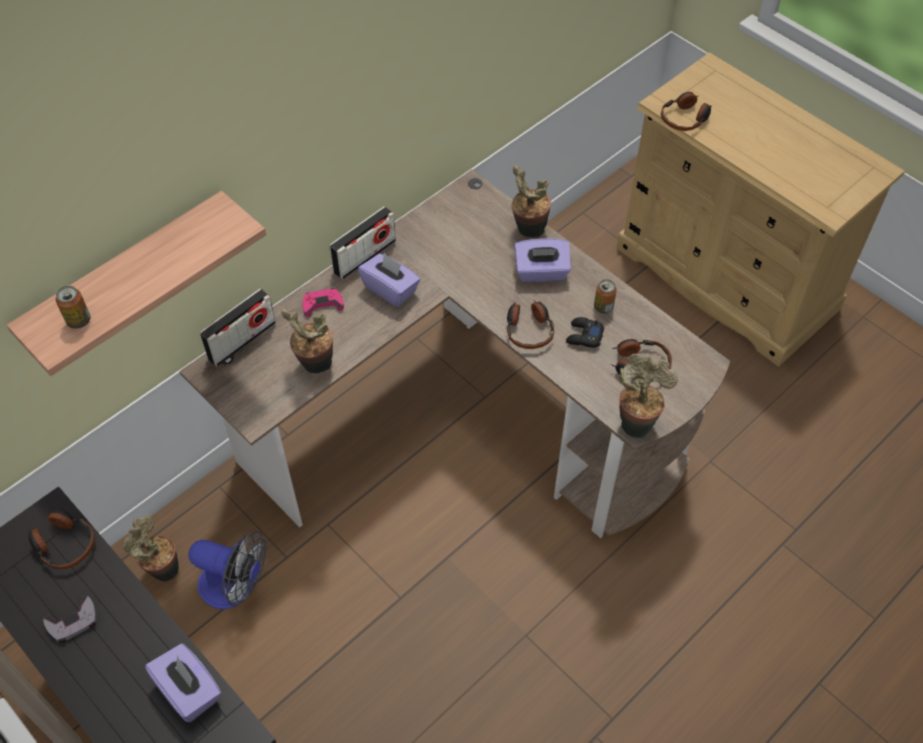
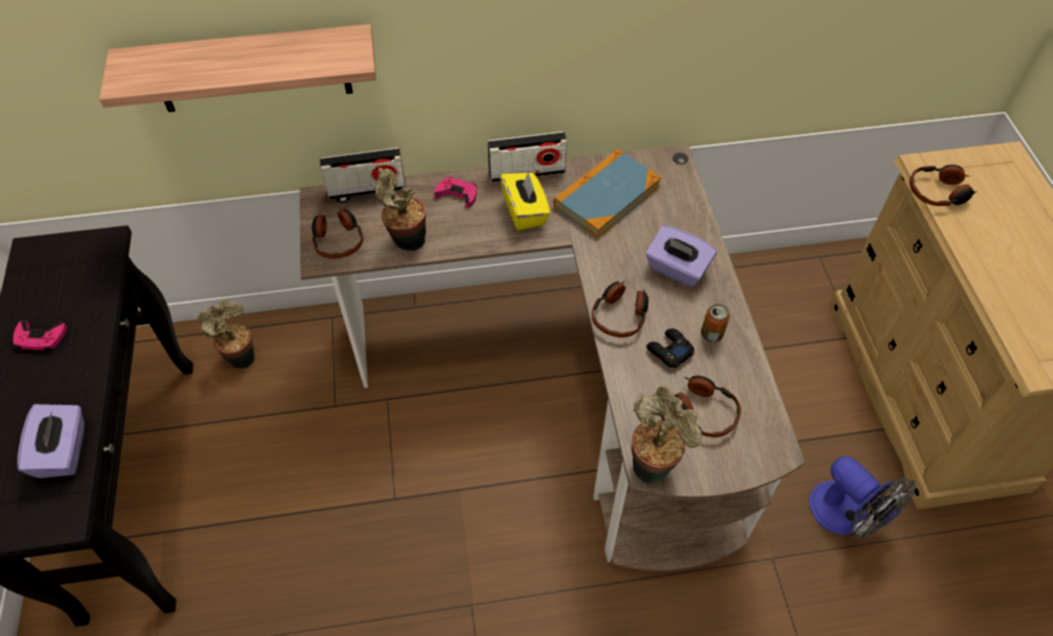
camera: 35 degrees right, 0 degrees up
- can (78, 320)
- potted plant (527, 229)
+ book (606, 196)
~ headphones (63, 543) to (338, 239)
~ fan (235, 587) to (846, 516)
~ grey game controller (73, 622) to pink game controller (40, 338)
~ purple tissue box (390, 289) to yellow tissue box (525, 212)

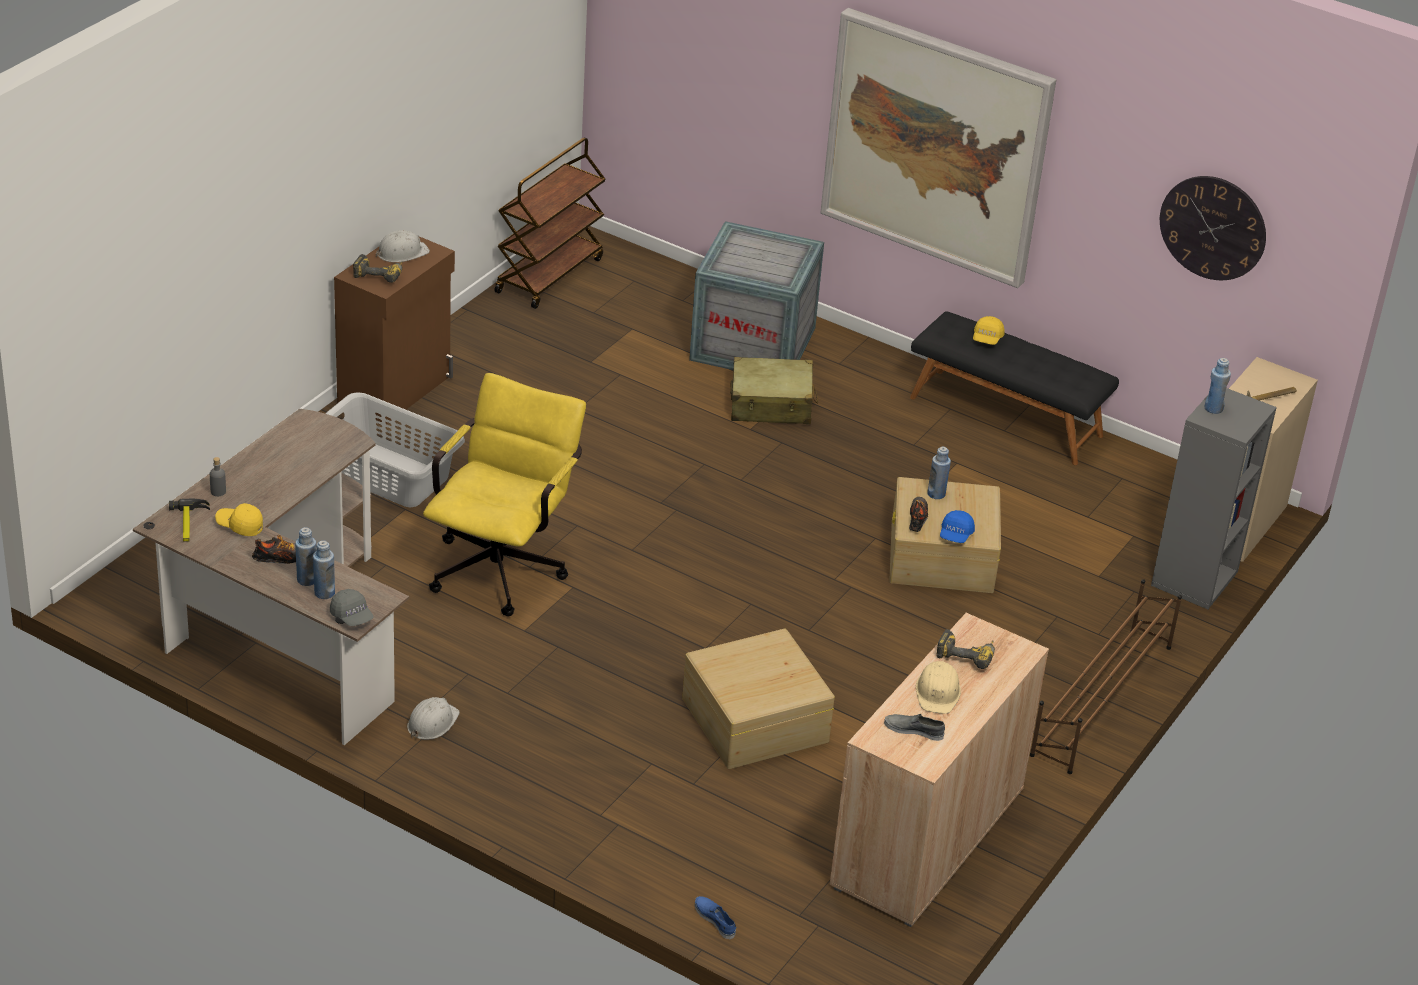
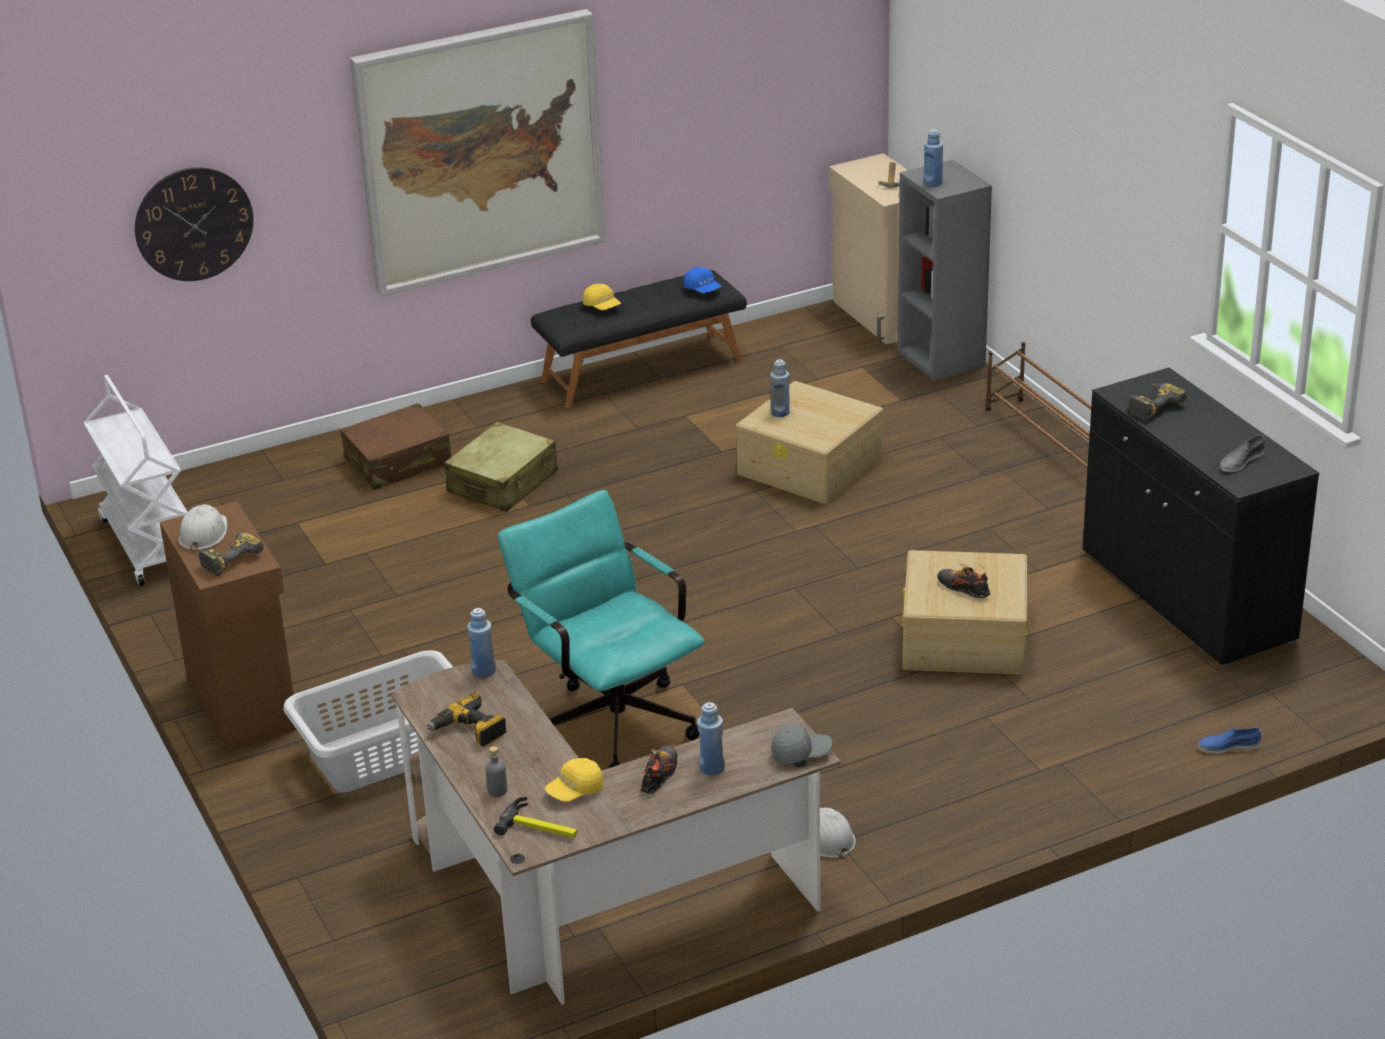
camera: 55 degrees left, 5 degrees down
- beige hard hat (938, 692)
+ power drill (469, 731)
~ blue bottle (324, 593) to (484, 671)
~ shoe (917, 519) to (963, 588)
~ blue cap (955, 535) to (702, 289)
~ wall clock (1213, 227) to (194, 224)
~ crate (754, 344) to brown suitcase (398, 462)
~ yellow office chair (502, 565) to turquoise office chair (609, 718)
~ brown cart (549, 275) to white cart (147, 544)
~ beige cabinet (927, 838) to black cabinet (1186, 596)

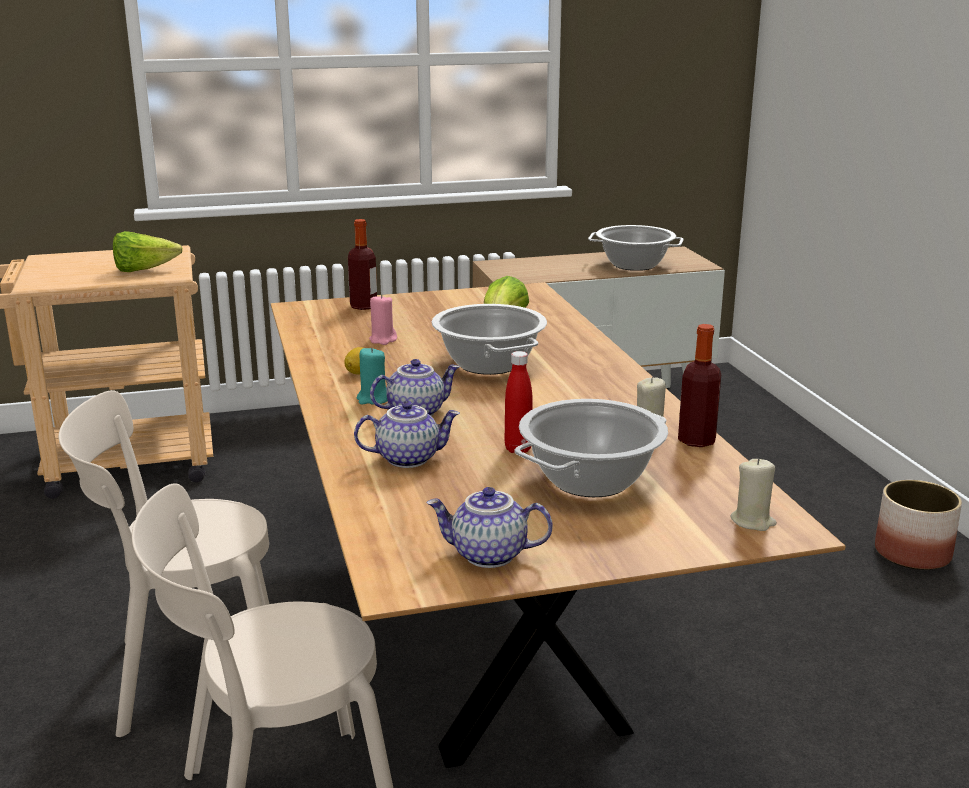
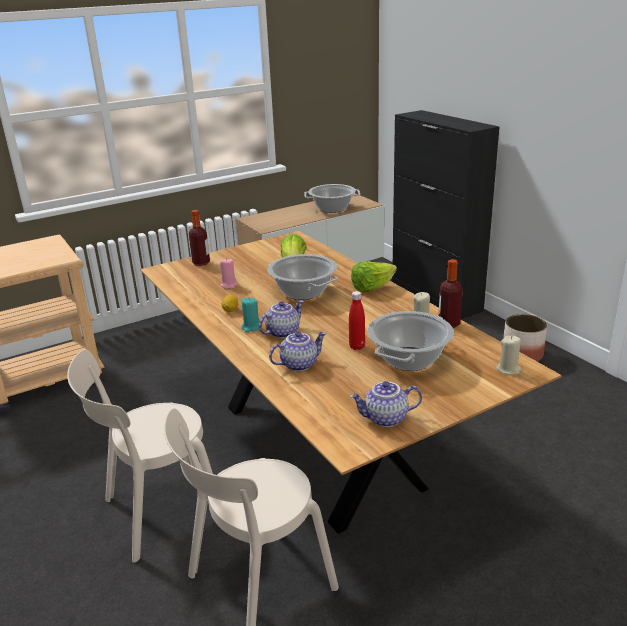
camera: 15 degrees left, 5 degrees up
+ black cabinet (436, 297)
~ lettuce (144, 270) to (372, 288)

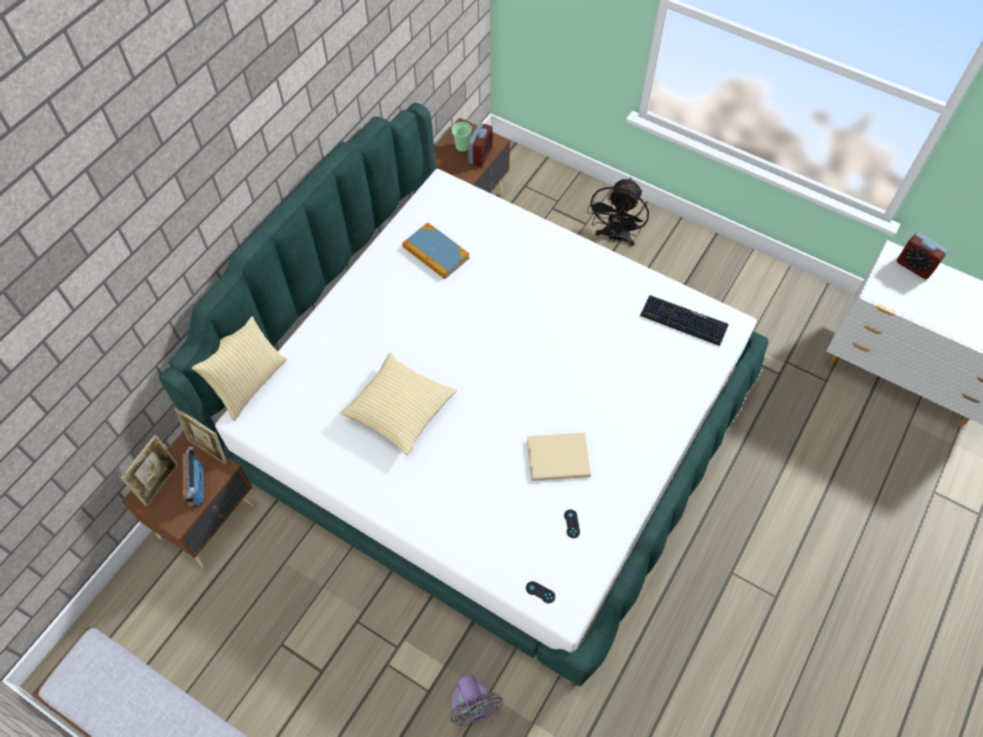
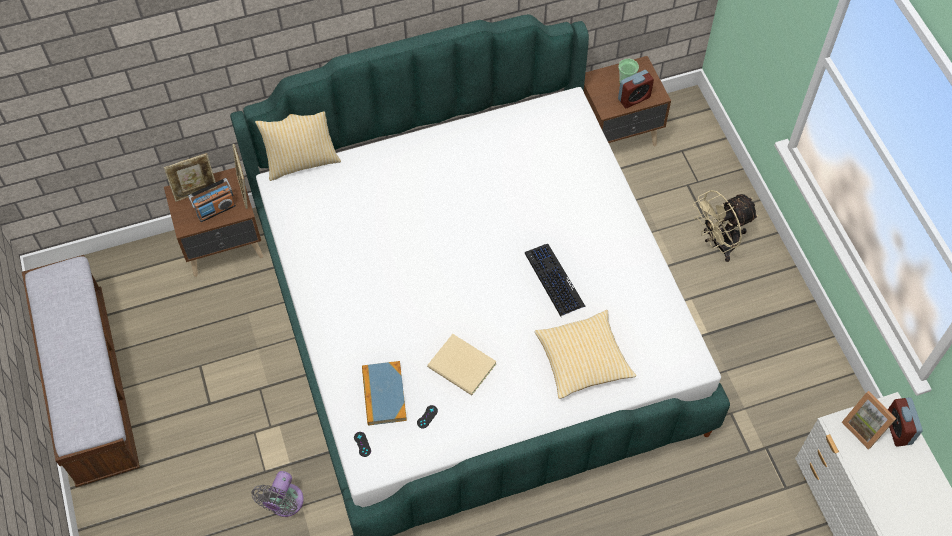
camera: 40 degrees right, 0 degrees up
+ picture frame (865, 427)
~ pillow (400, 410) to (582, 361)
~ book (436, 253) to (384, 394)
~ keyboard (683, 321) to (554, 280)
~ black fan (615, 237) to beige fan (718, 244)
~ radio (196, 486) = (216, 210) 150 degrees counterclockwise

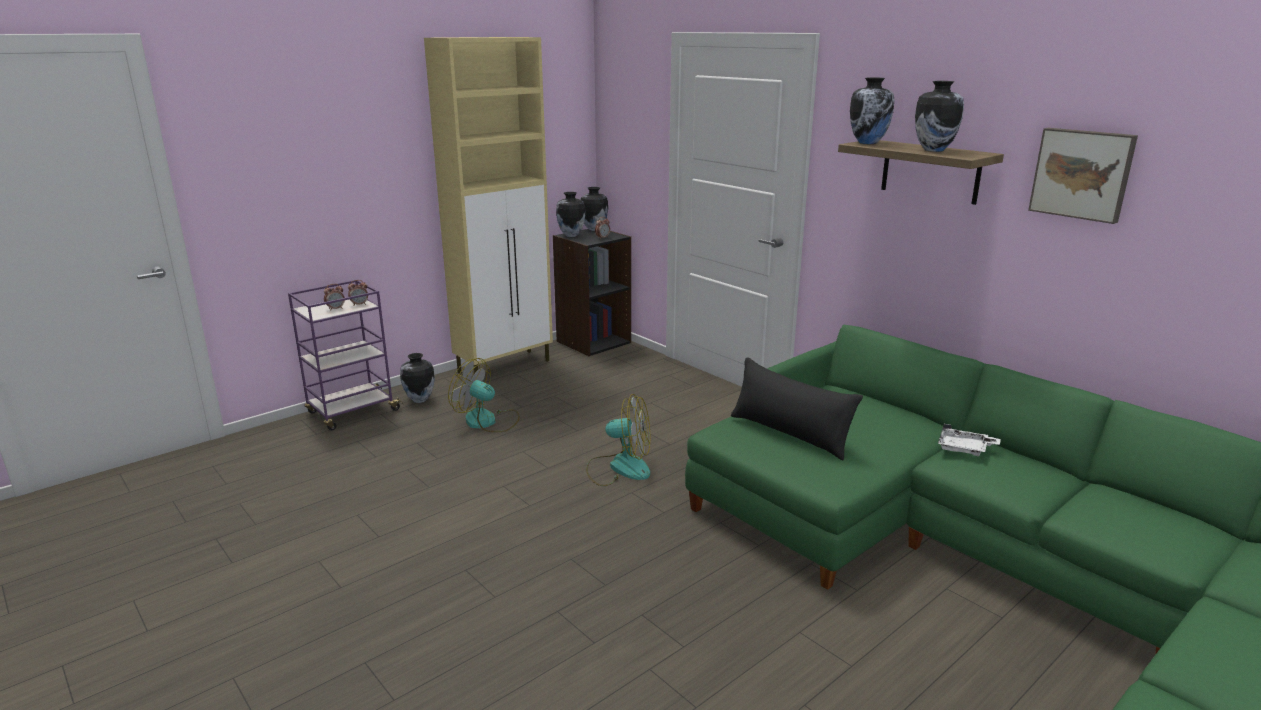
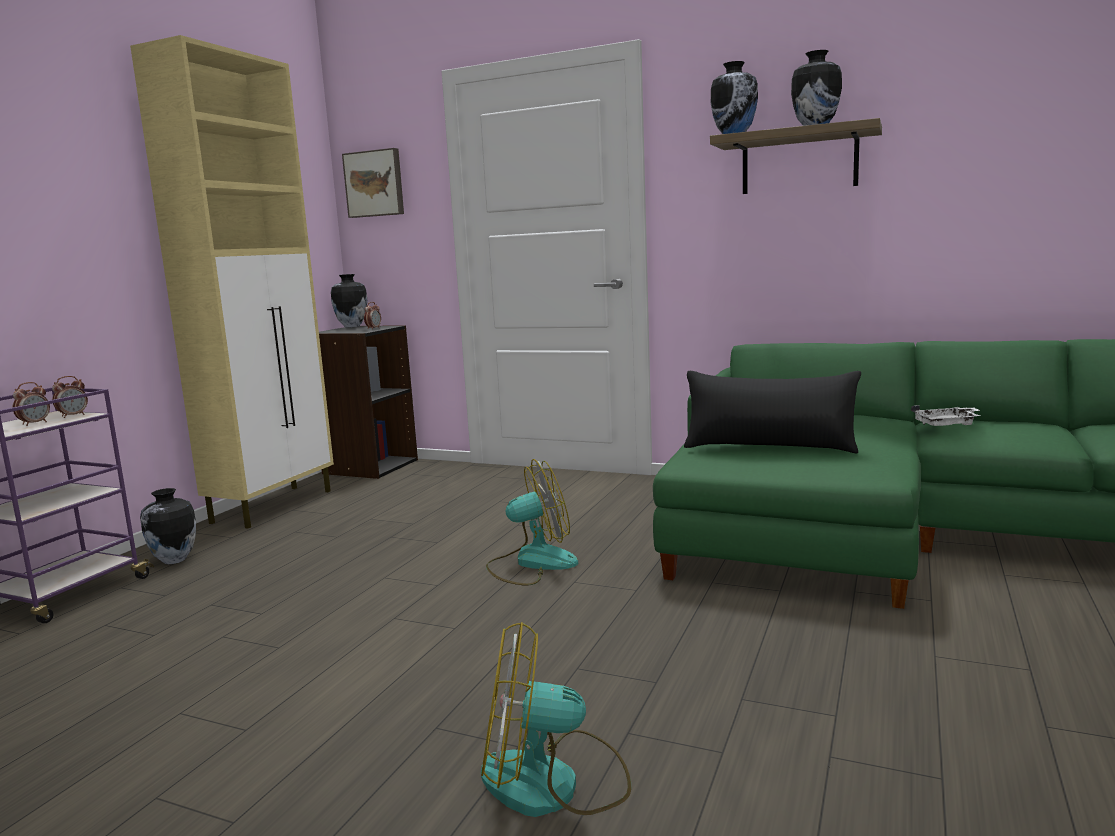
camera: 25 degrees left, 10 degrees down
- vase (571, 235)
~ fan (487, 421) to (553, 783)
~ picture (1082, 174) to (375, 184)

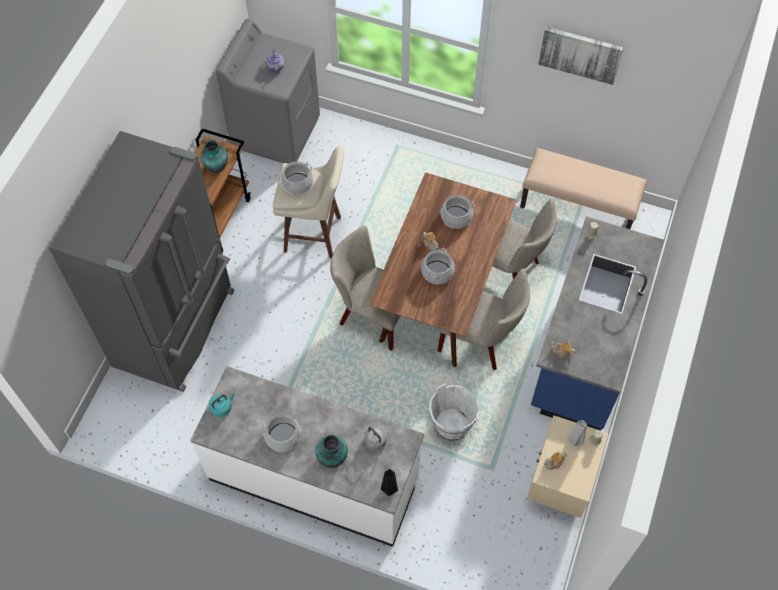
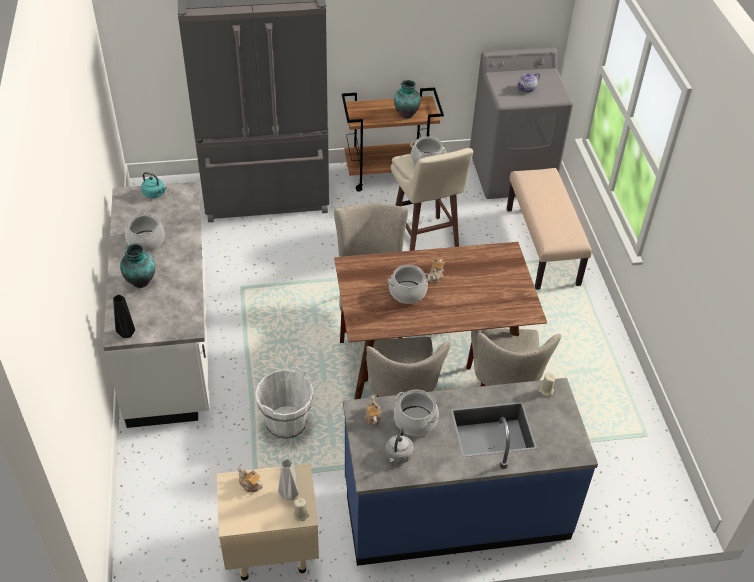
camera: 60 degrees right, 15 degrees down
- picture (580, 54)
~ grey kettle (376, 442) to (398, 456)
~ cooking pot (456, 217) to (415, 421)
~ beige bench (578, 206) to (543, 246)

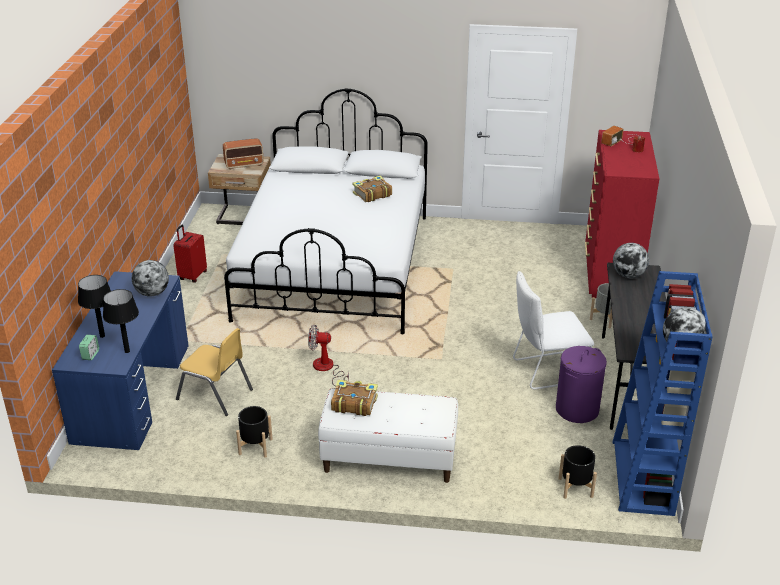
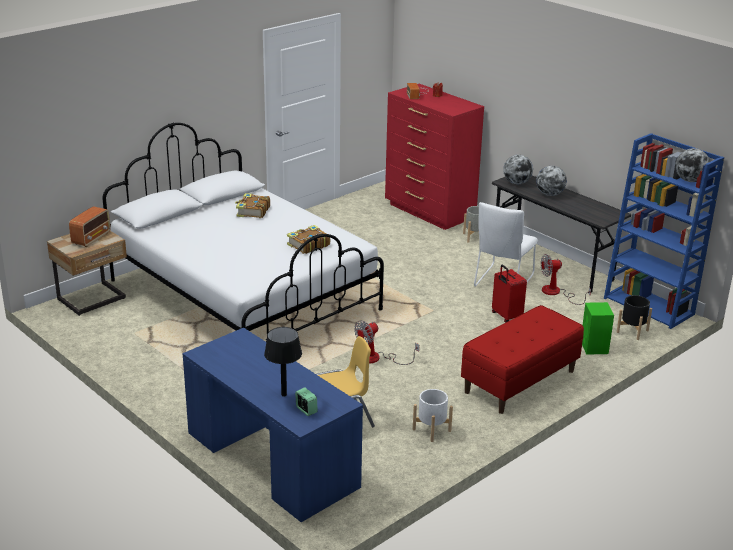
camera: 50 degrees left, 5 degrees down
- black table lamp (127, 351)
+ green speaker (594, 347)
~ globe (152, 293) to (550, 194)
~ red suitcase (192, 276) to (506, 316)
~ book (353, 403) to (308, 245)
~ purple laundry basket (577, 409) to fan (556, 293)
~ black planter (255, 447) to white planter (432, 430)
~ white bench (389, 459) to red bench (520, 382)

